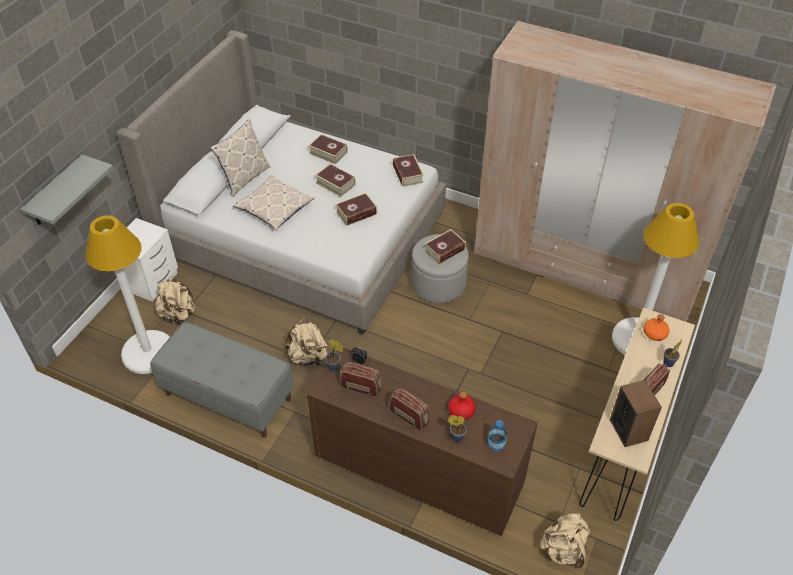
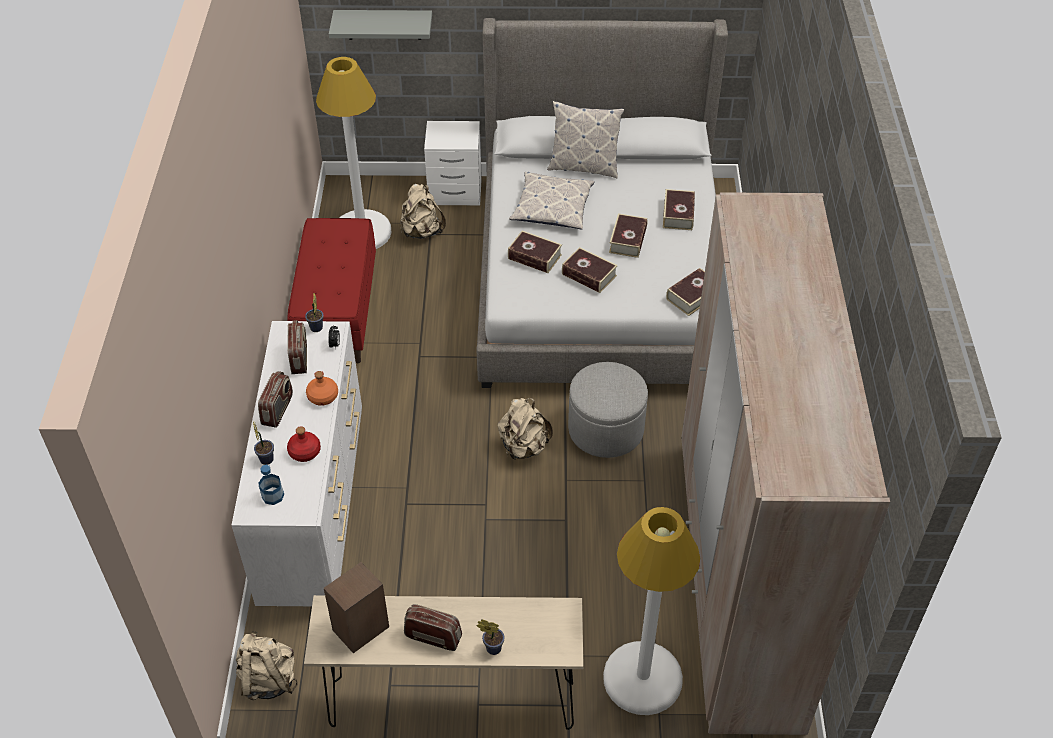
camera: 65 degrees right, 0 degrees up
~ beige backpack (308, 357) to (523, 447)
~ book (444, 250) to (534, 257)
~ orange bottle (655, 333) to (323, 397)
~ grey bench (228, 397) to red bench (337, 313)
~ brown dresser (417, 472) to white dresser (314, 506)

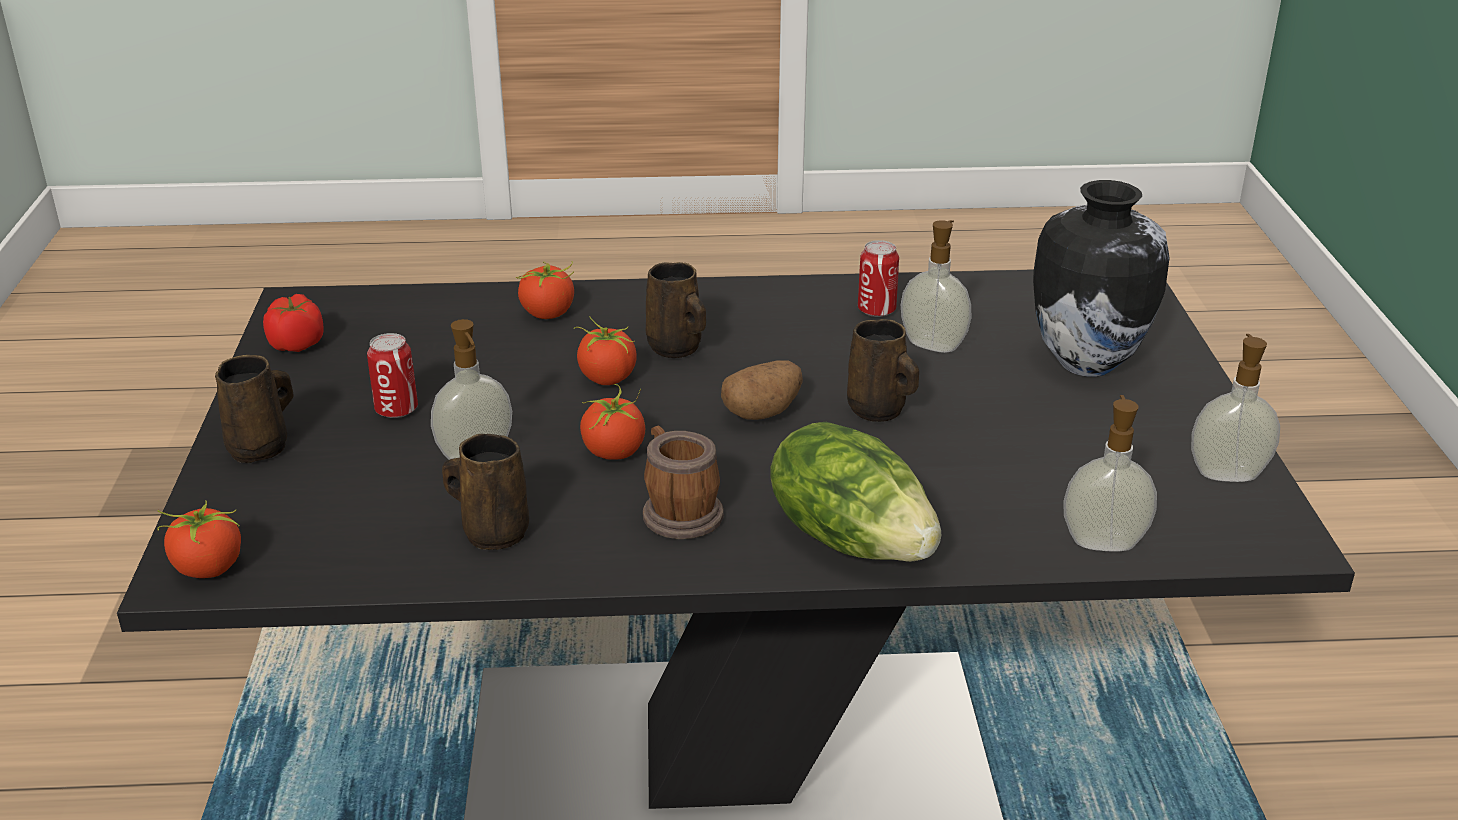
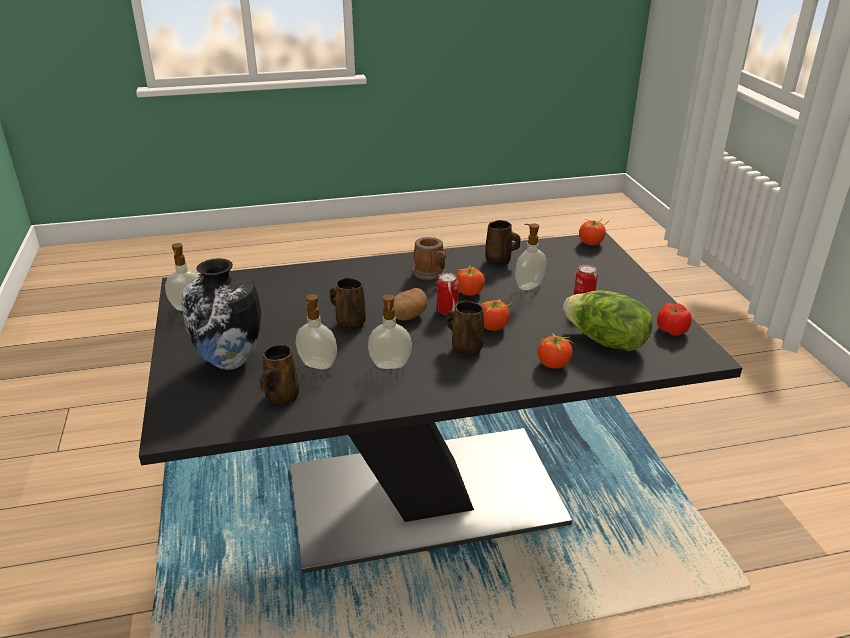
camera: 170 degrees right, 0 degrees up
~ brown mug (261, 447) to (281, 397)
~ lettuce (852, 538) to (605, 341)
~ can (876, 310) to (447, 310)
~ soap dispenser (1103, 541) to (390, 366)

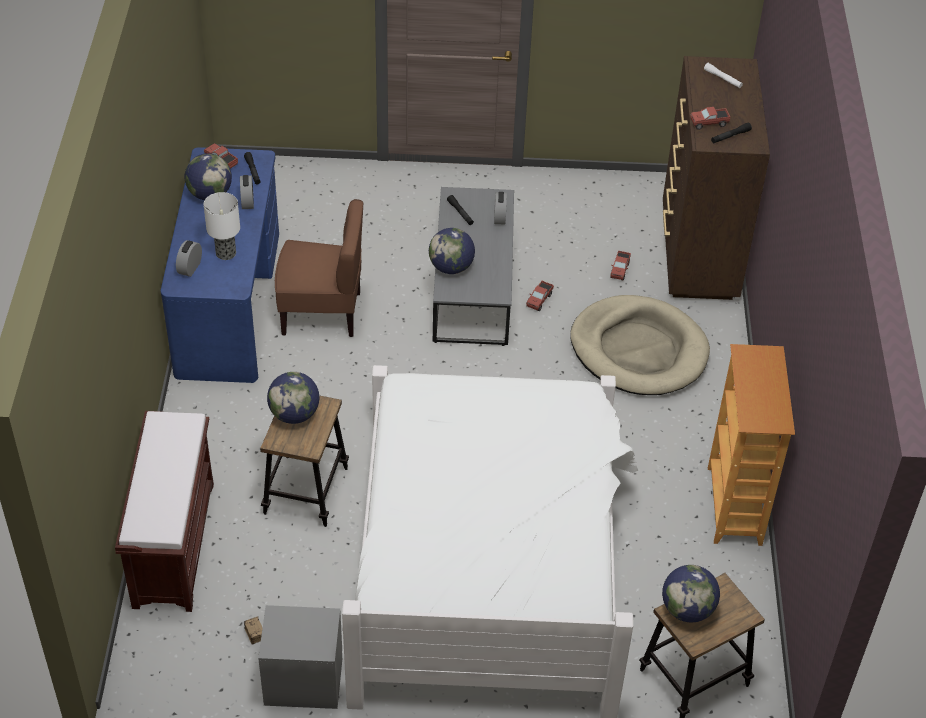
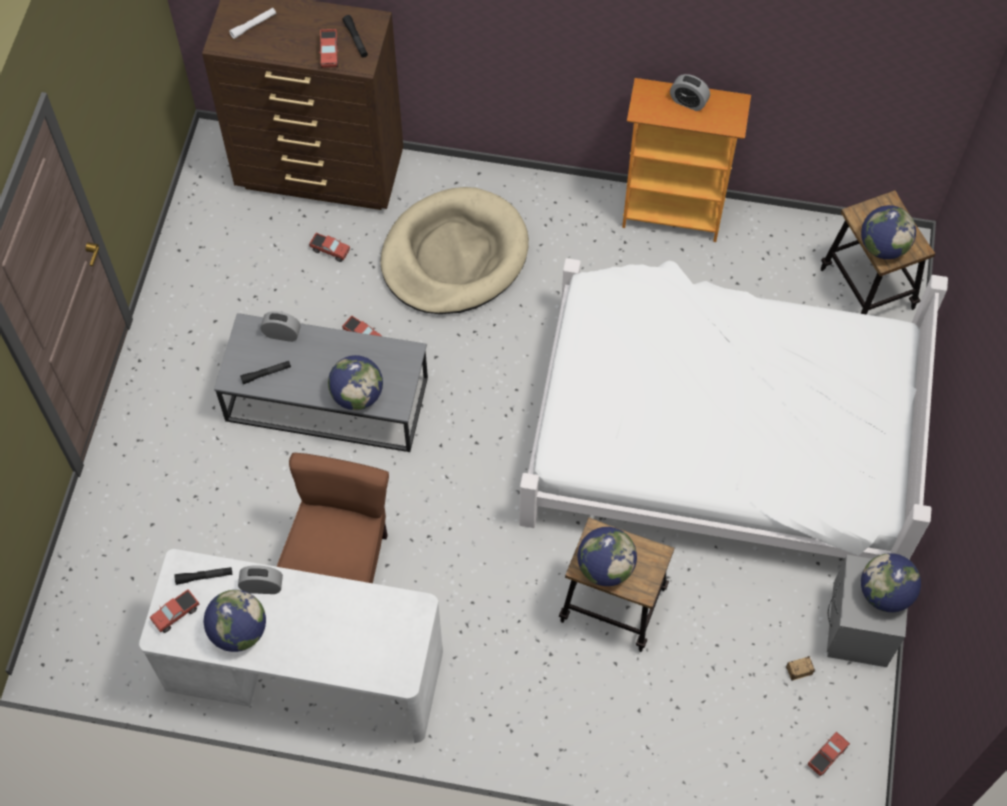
camera: 80 degrees left, 15 degrees up
- brown bench (173, 543)
- table lamp (225, 253)
+ toy truck (826, 756)
+ globe (885, 593)
~ alarm clock (190, 268) to (688, 102)
~ blue desk (228, 303) to white desk (305, 672)

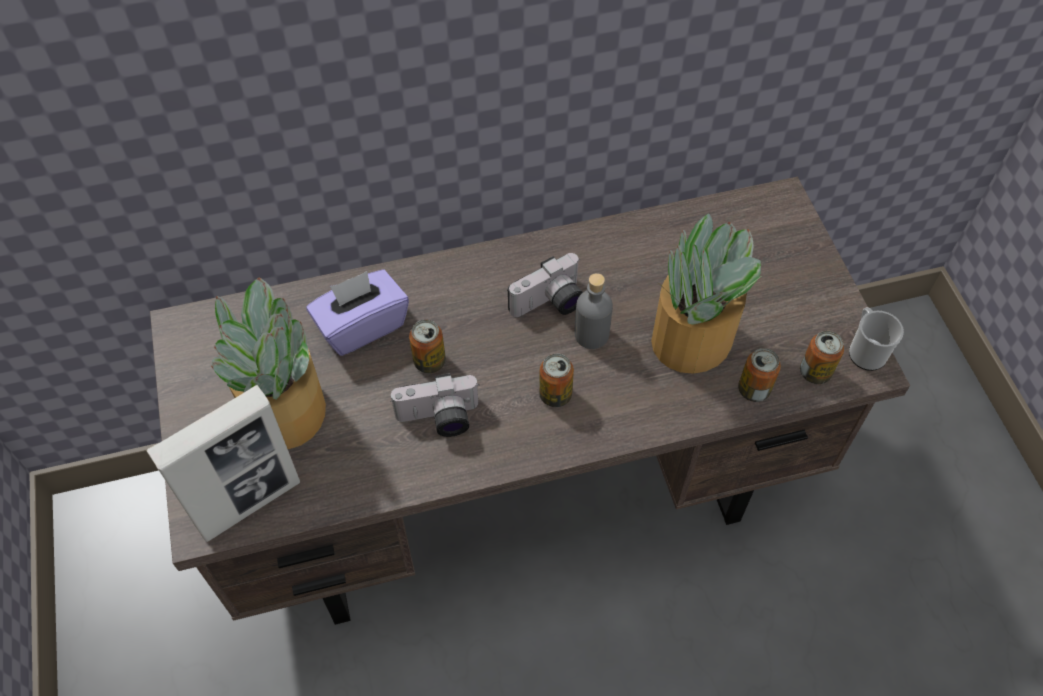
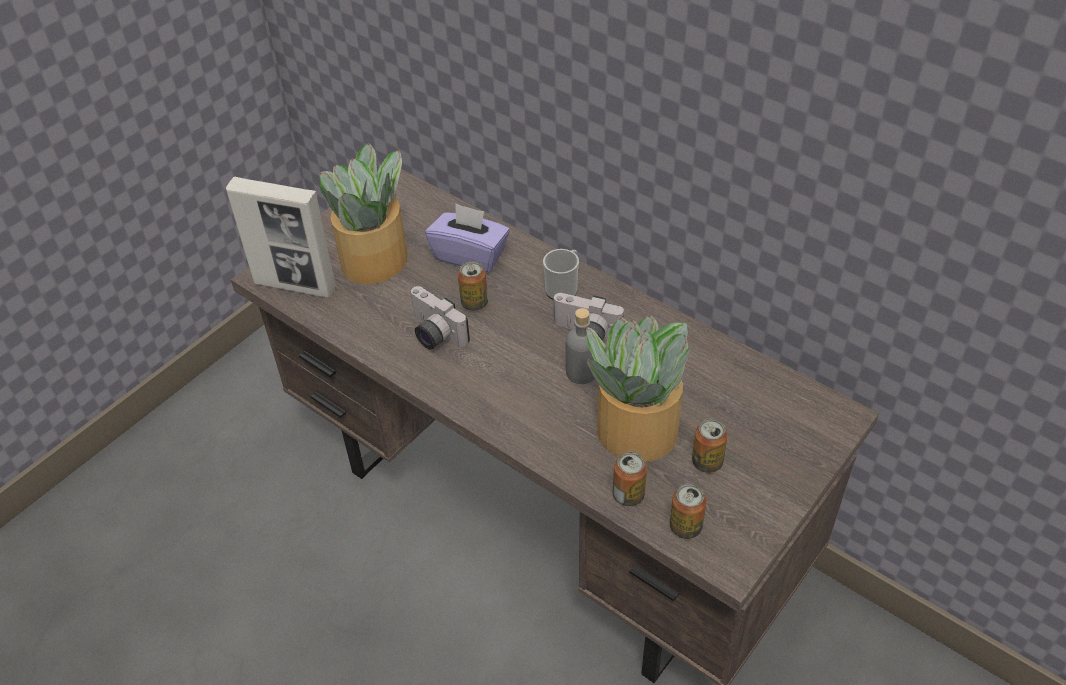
camera: 55 degrees right, 10 degrees down
~ can (555, 395) to (707, 462)
~ mug (865, 351) to (563, 288)

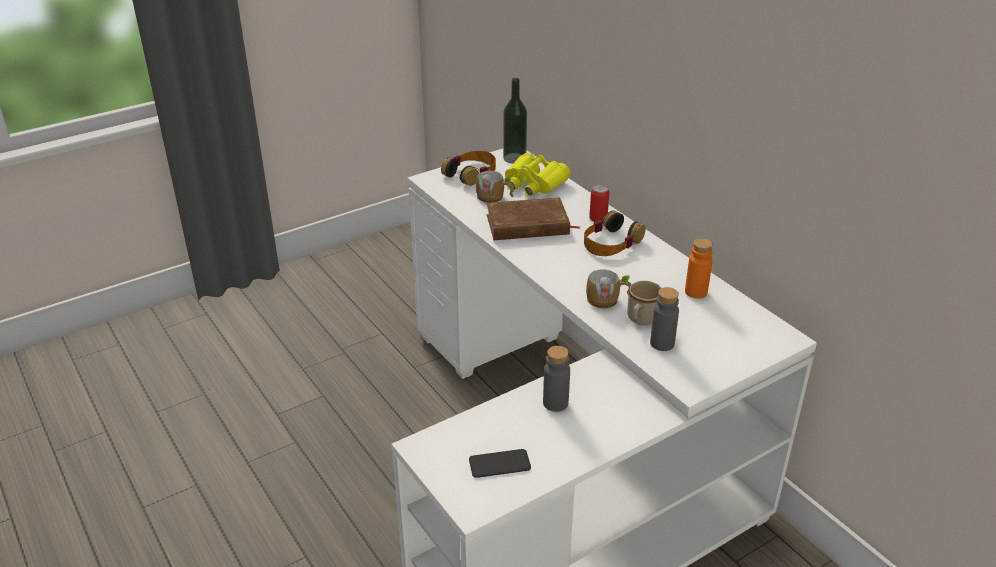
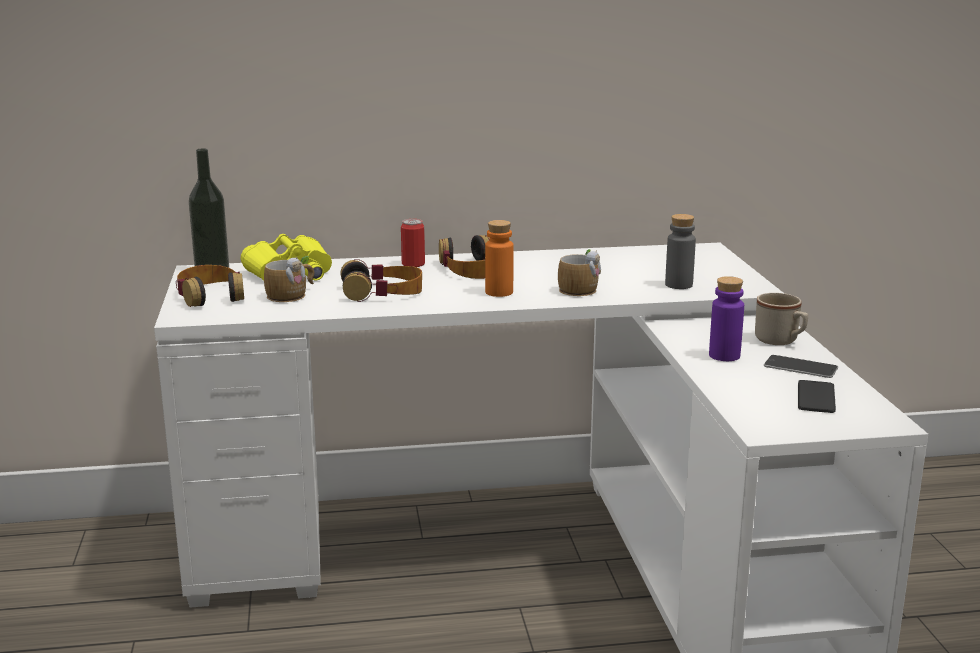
camera: 65 degrees left, 15 degrees down
+ phone (800, 367)
~ beige mug (641, 320) to (781, 341)
~ orange bottle (696, 292) to (499, 292)
~ brown book (528, 225) to headphones (382, 292)
~ grey bottle (555, 403) to purple bottle (724, 356)

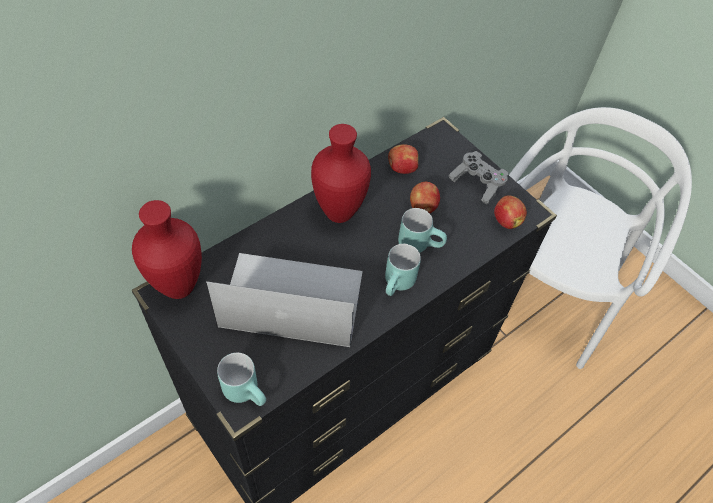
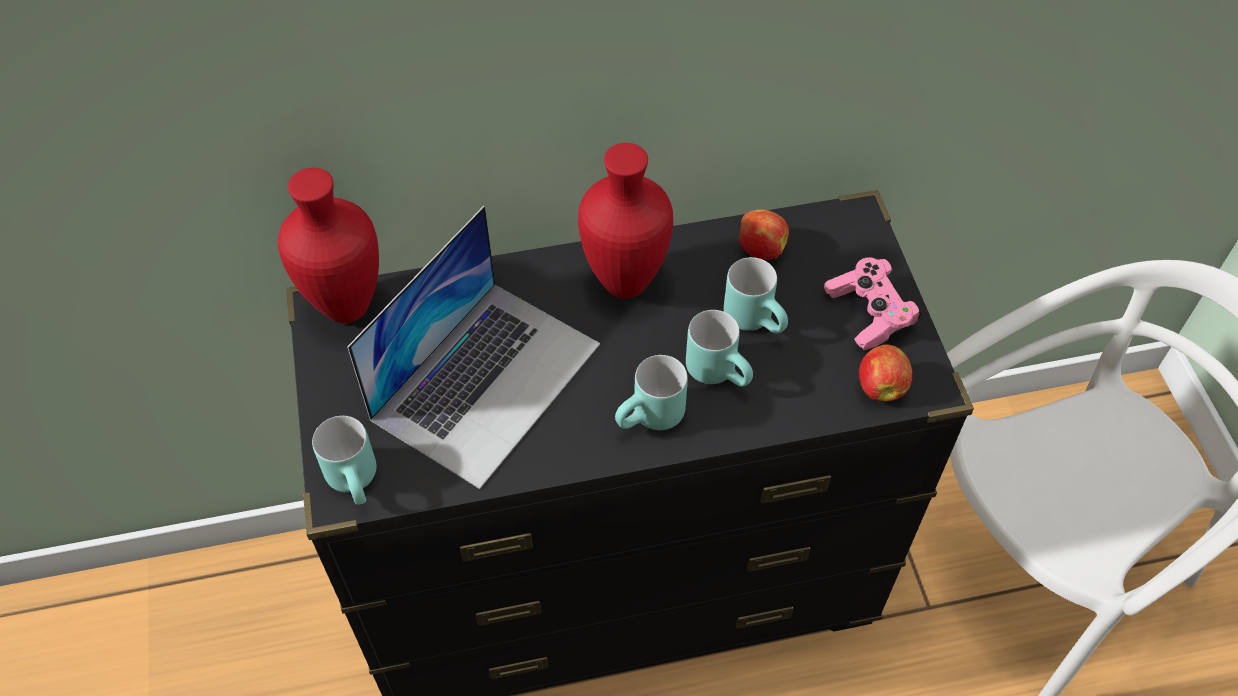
camera: 30 degrees right, 0 degrees up
~ apple (423, 208) to turquoise mug (757, 319)
~ grey game controller (477, 183) to pink game controller (869, 313)
~ laptop (291, 299) = (487, 380) 90 degrees clockwise

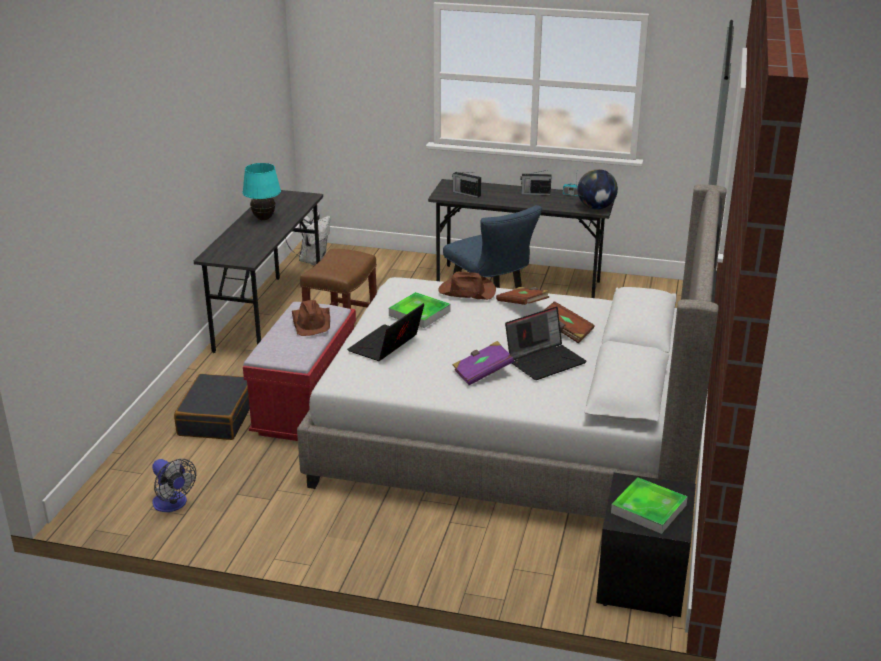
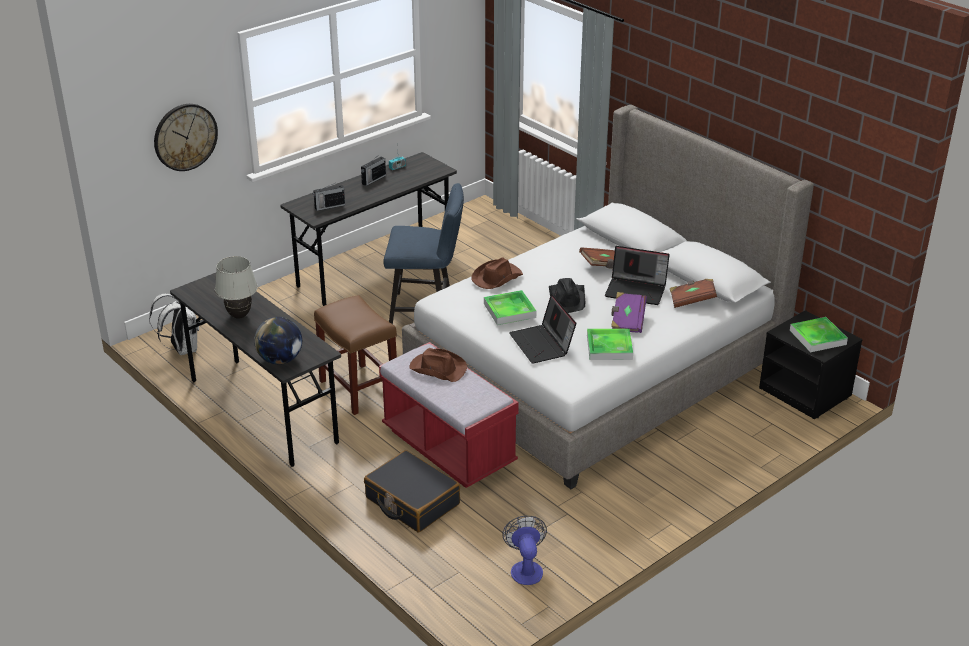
camera: 55 degrees left, 5 degrees up
+ wall clock (185, 137)
+ black hat (567, 299)
+ tray (609, 347)
~ brown book (523, 305) to (692, 300)
~ globe (596, 207) to (280, 360)
~ turquoise table lamp (264, 219) to white table lamp (239, 316)
~ fan (173, 504) = (525, 568) 90 degrees counterclockwise
~ laptop (545, 360) = (636, 290) 105 degrees clockwise

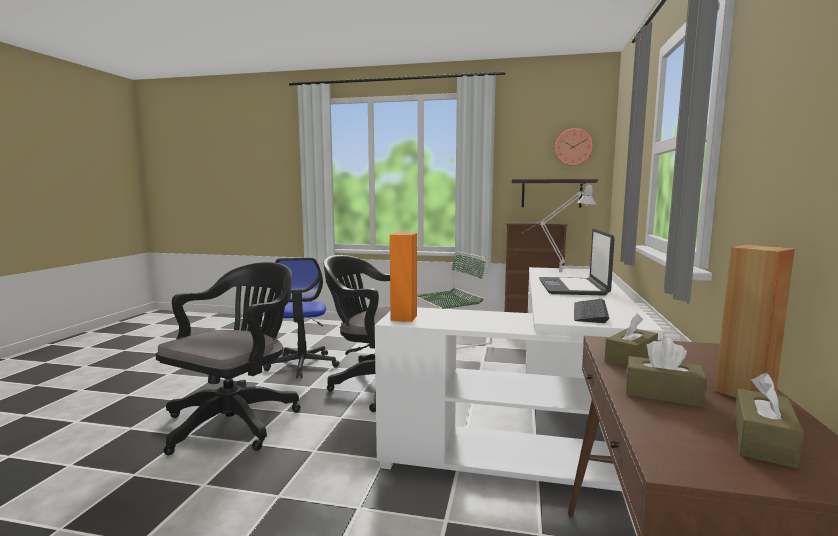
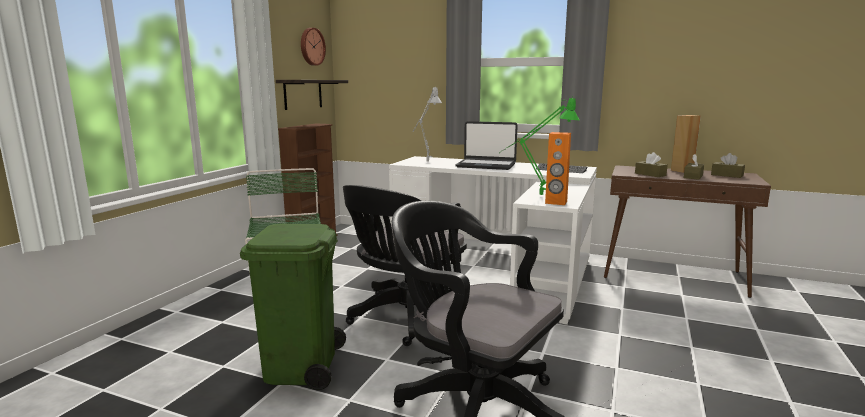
camera: 80 degrees left, 5 degrees up
+ green table lamp (535, 196)
~ office chair (302, 365) to green trash can (301, 367)

